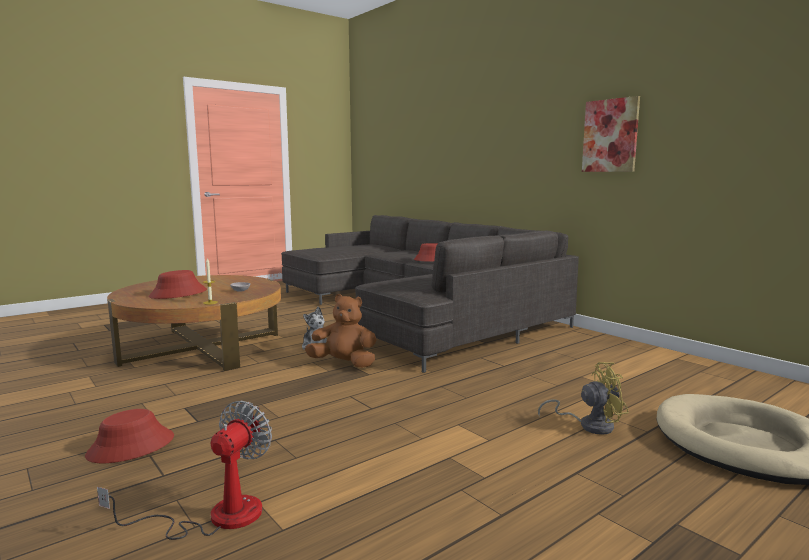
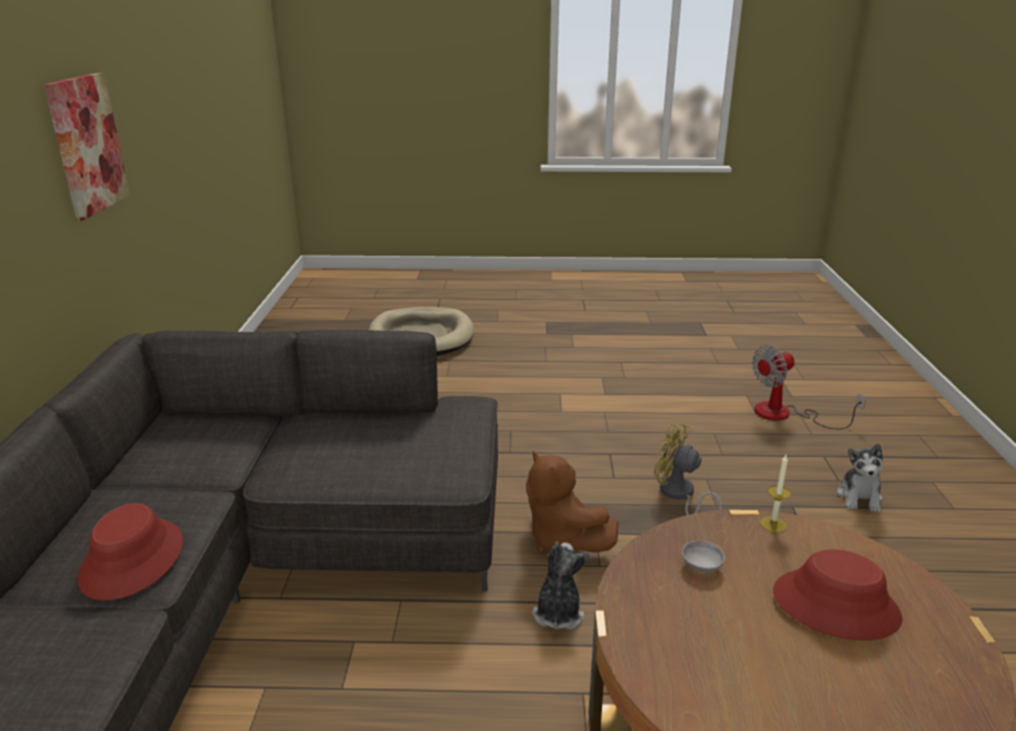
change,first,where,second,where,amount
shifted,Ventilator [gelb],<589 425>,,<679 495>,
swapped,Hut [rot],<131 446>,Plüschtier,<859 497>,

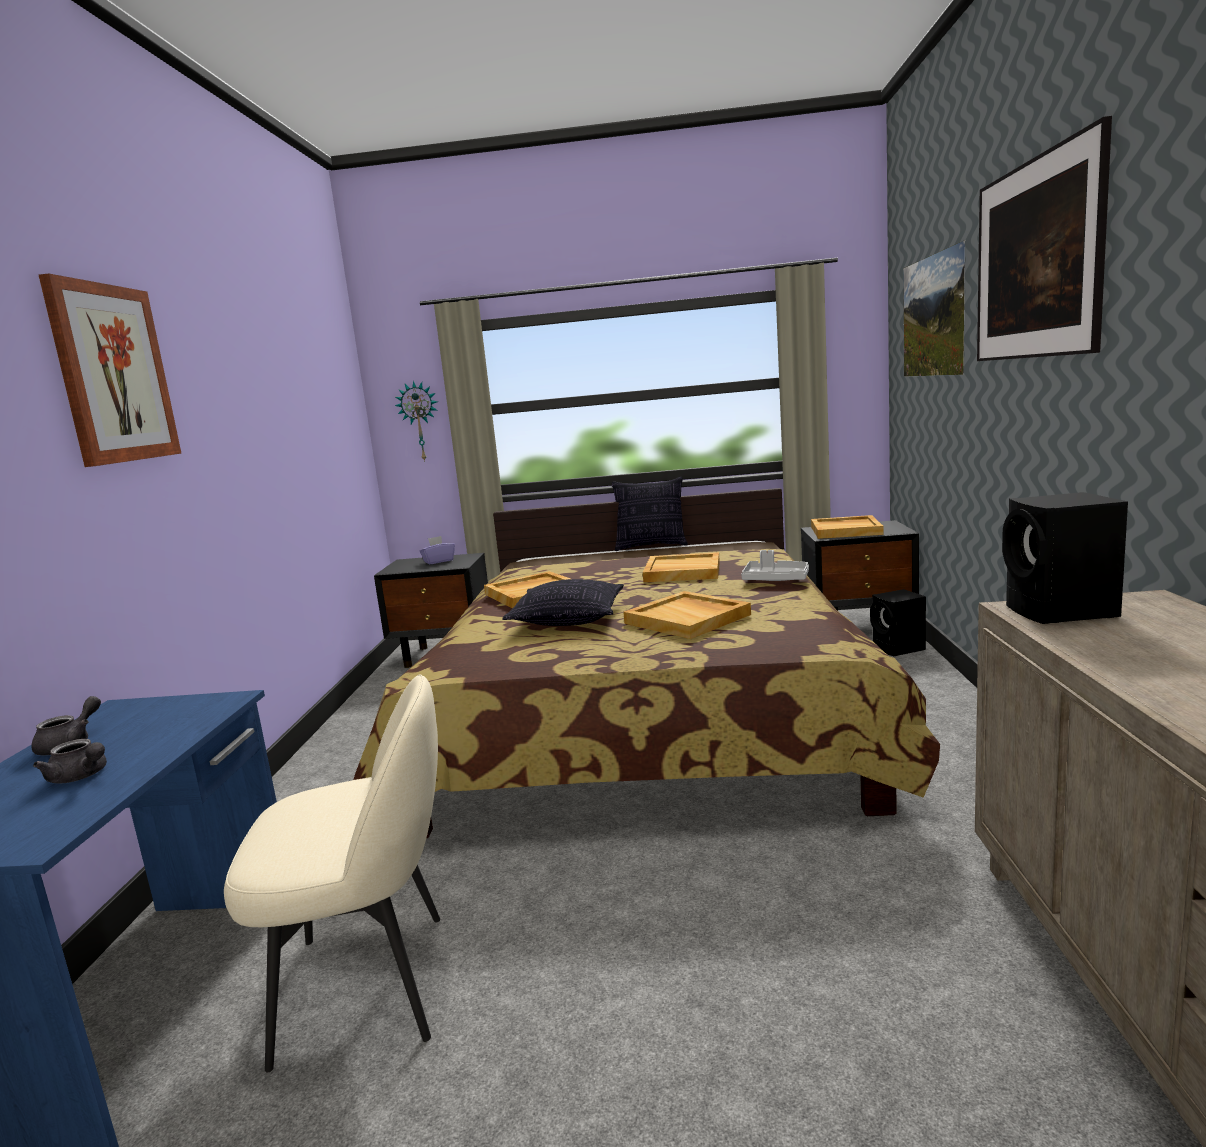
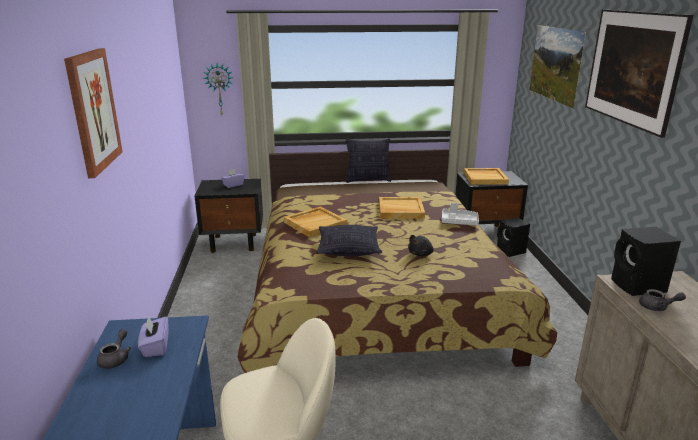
change,first,where,second,where,amount
swapped,Tablett [beige],<688 619>,Plüschtier [schwarz],<421 254>,
shifted,Teekanne [grau],<81 777>,,<657 307>,
new,,,Taschentuchbox [lila],<155 346>,

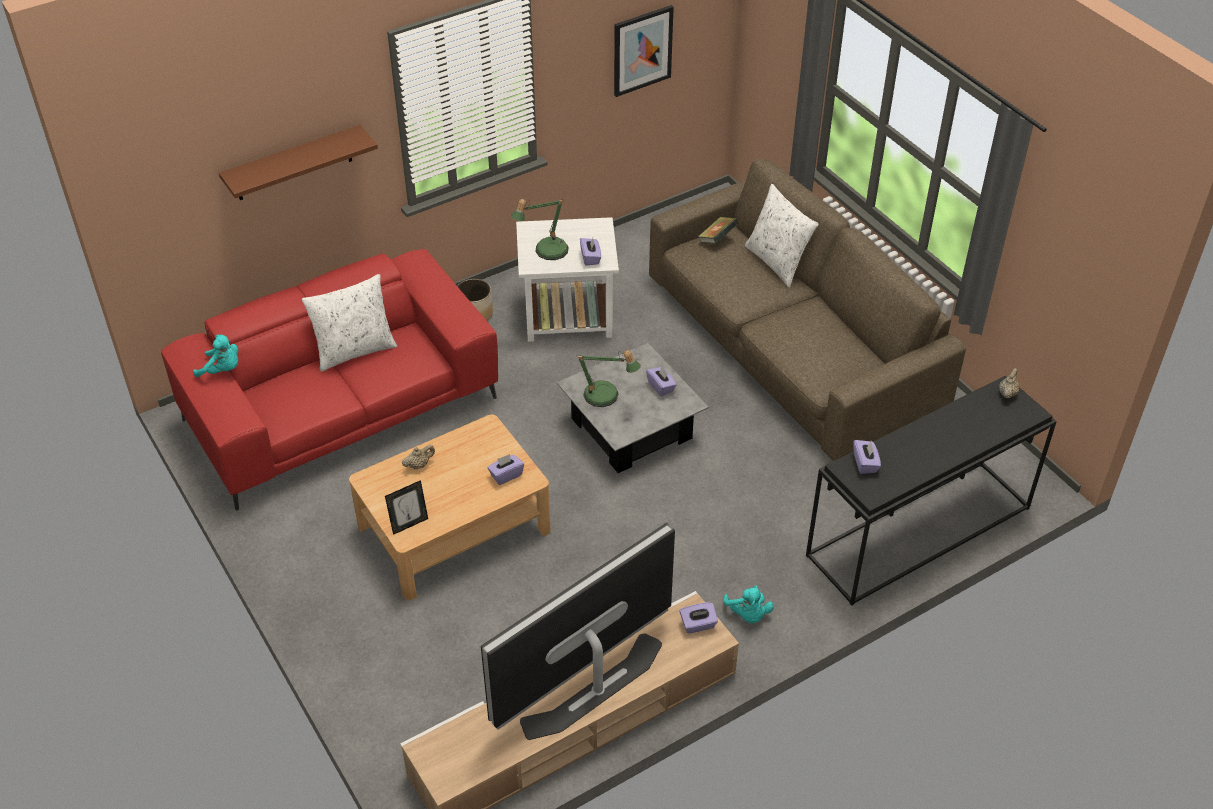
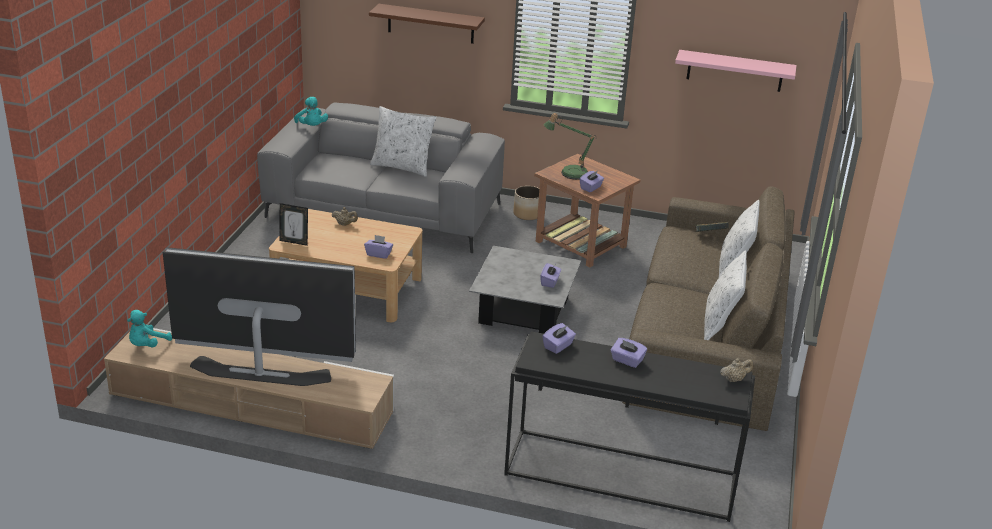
change,first,where,second,where,amount
swapped,Bild,<642 50>,Wandregal [rosa],<735 71>,
repainted,Beistelltisch [weiß],<569 315>,Beistelltisch [braun],<581 244>,
repainted,Sofa [rot],<342 410>,Sofa [grau],<384 211>,
gone,Tischlampe,<606 397>,,,
shifted,Plüschtier [türkis],<748 614>,,<147 345>,
shifted,Taschentuchbox [lila],<698 625>,,<627 361>,
new,,,Kissen [weiß],<720 325>,

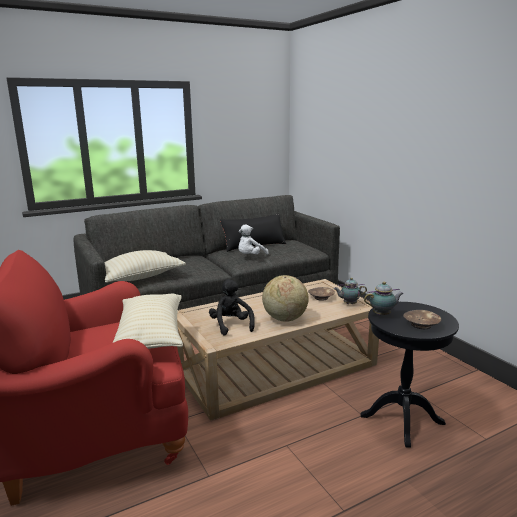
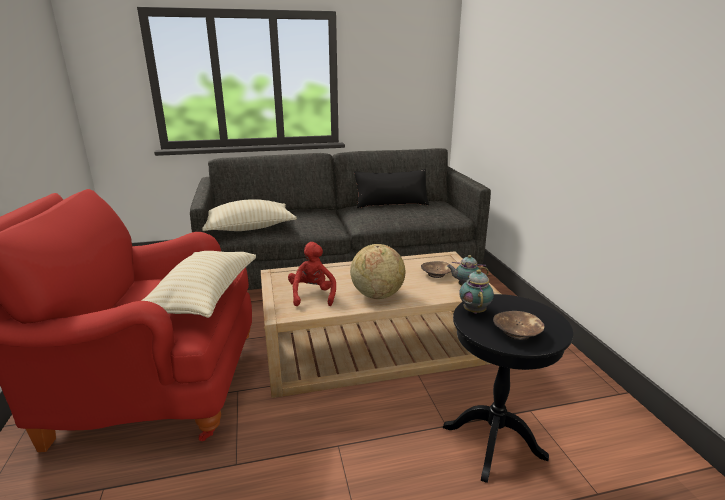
change,first,where,second,where,amount
gone,Plüschtier [weiß],<250 256>,,,
repainted,Plüschtier [schwarz],<231 325>,Plüschtier [rot],<312 295>,
rotated,Teekanne,<383 314>,,<474 310>,90 degrees counterclockwise

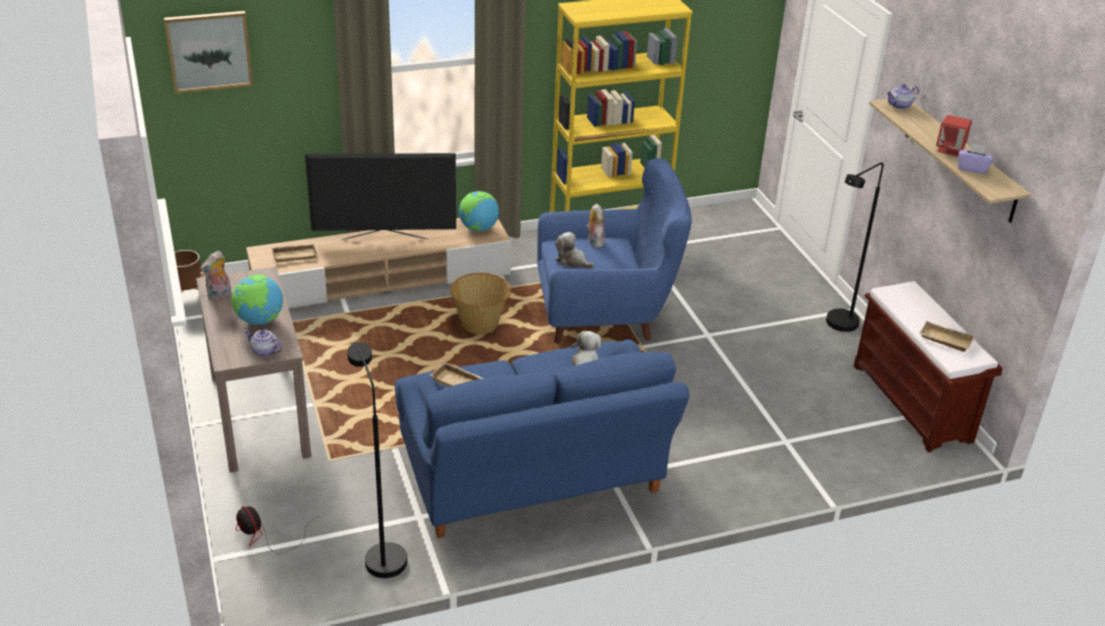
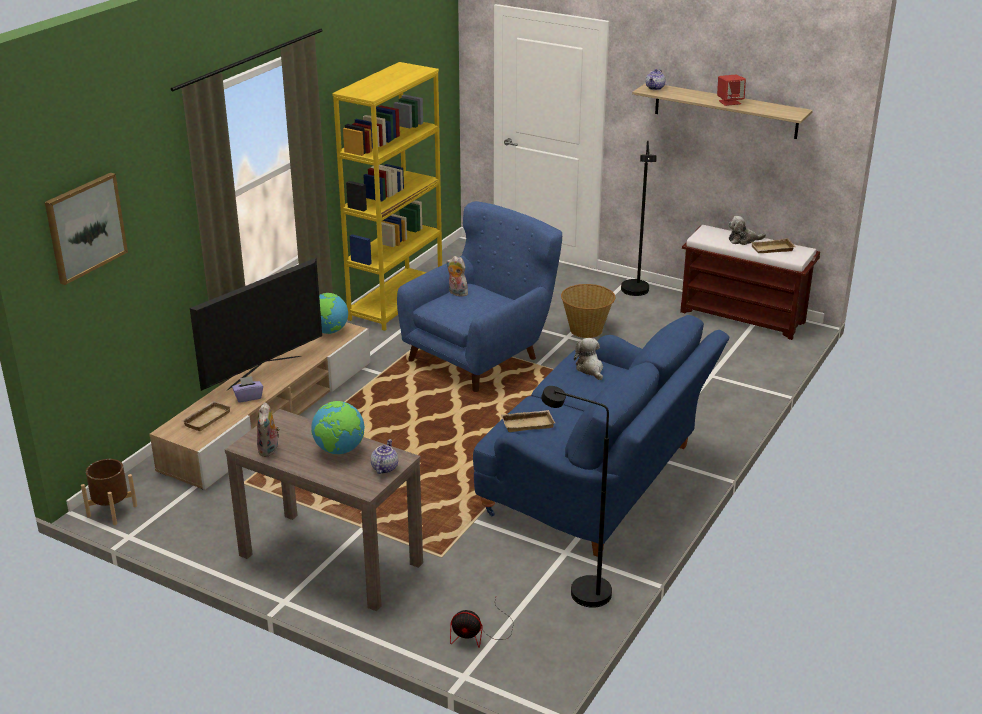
change,first,where,second,where,amount
shifted,Taschentuchbox [lila],<972 168>,,<248 397>,
shifted,Plüschtier,<572 261>,,<743 240>,
shifted,Korb,<480 324>,,<586 330>,
rotated,Teekanne,<264 352>,,<384 468>,120 degrees clockwise

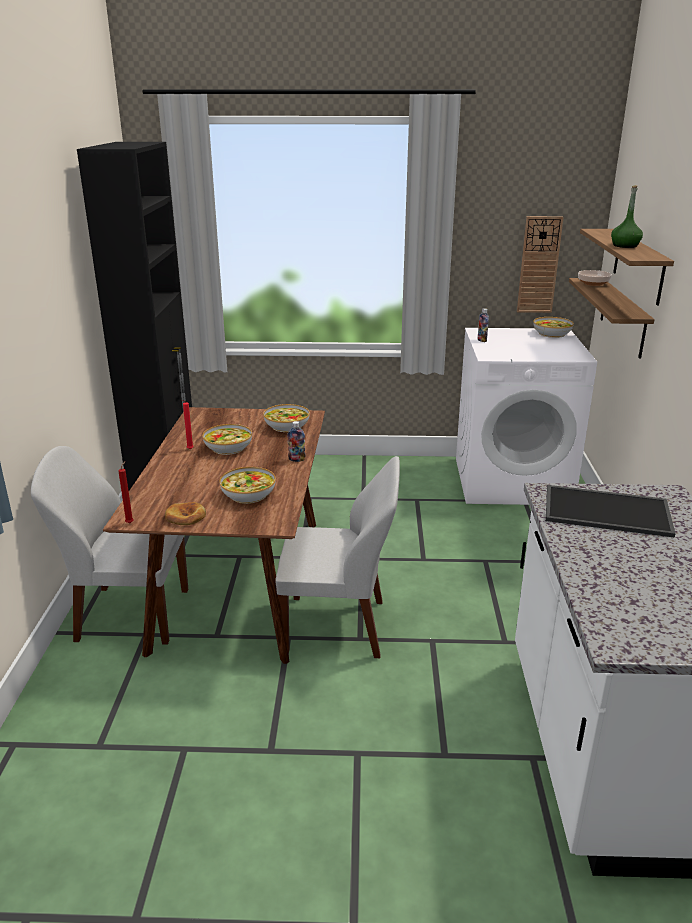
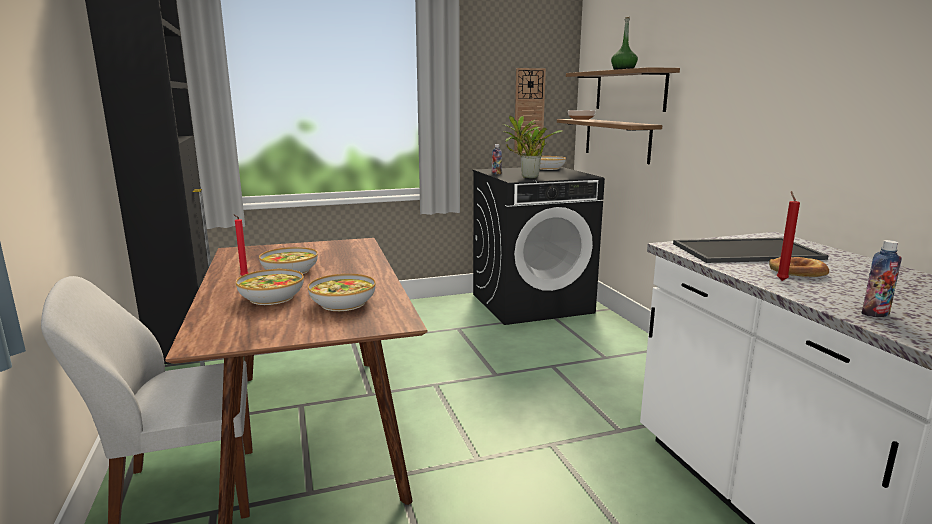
change,first,where,second,where,amount
repainted,Waschmaschine [weiß],<512 480>,Waschmaschine [schwarz],<532 303>,
shifted,Schüssel,<287 426>,,<272 297>,
shifted,Flasche,<296 459>,,<875 314>,
gone,Stuhl [weiß],<338 627>,,,
shifted,Kerze [rot],<130 522>,,<781 280>,
shifted,Brot,<186 517>,,<797 271>,
new,,,Topfpflanze,<527 177>,

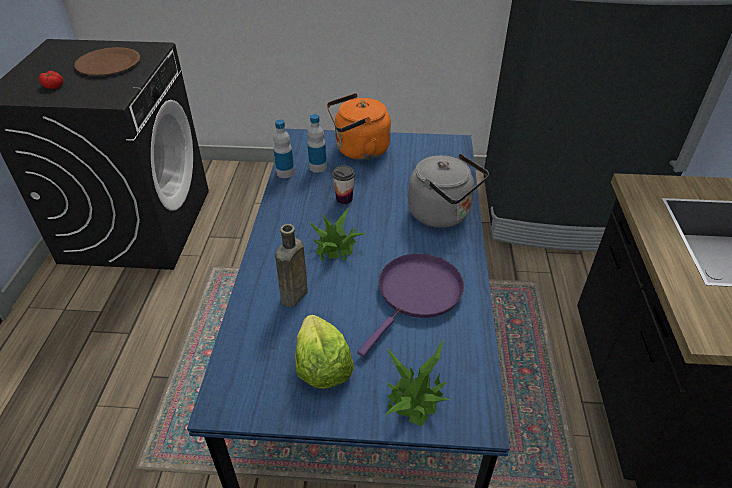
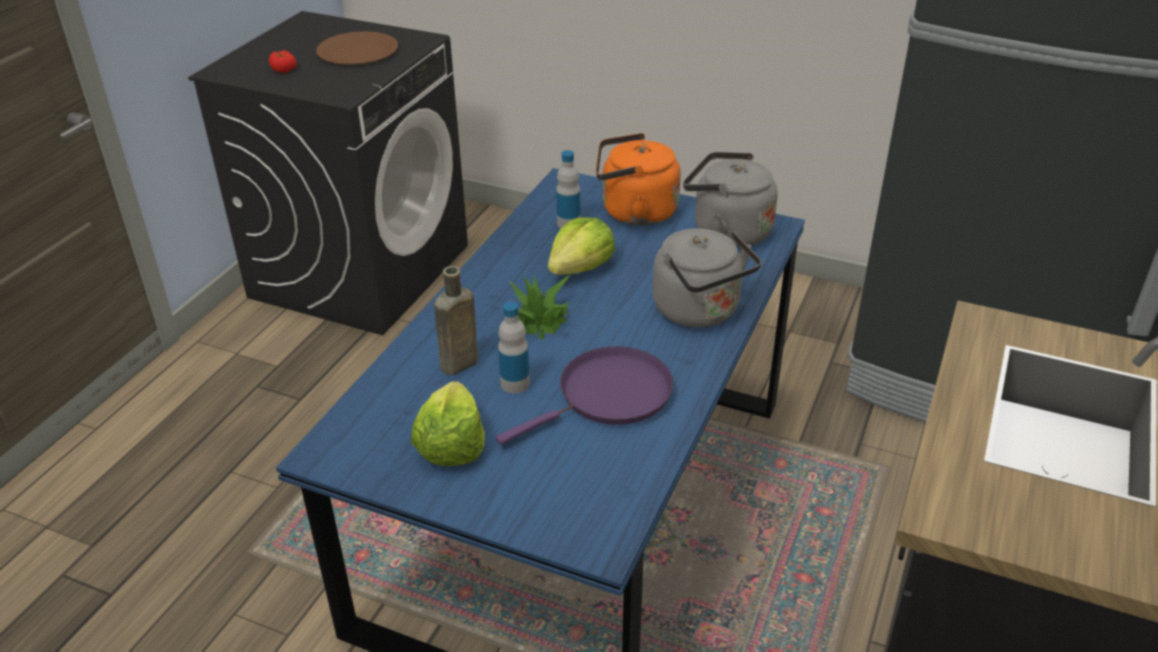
change,first,where,second,where,amount
shifted,Flasche,<285 173>,,<515 383>,
swapped,Tasse,<344 199>,Salatkopf,<581 268>,
gone,Topfpflanze,<416 397>,,,
new,,,Wasserkessel [grau],<726 231>,

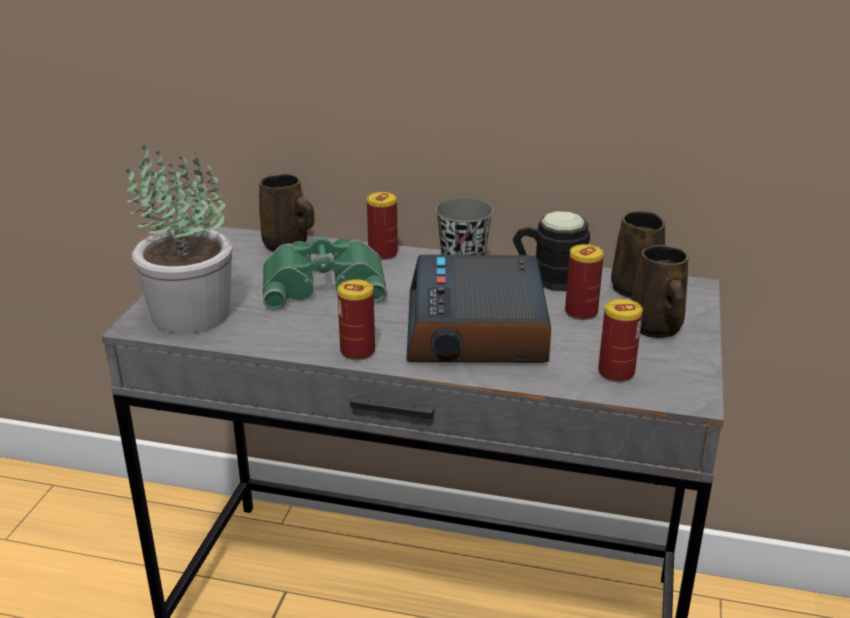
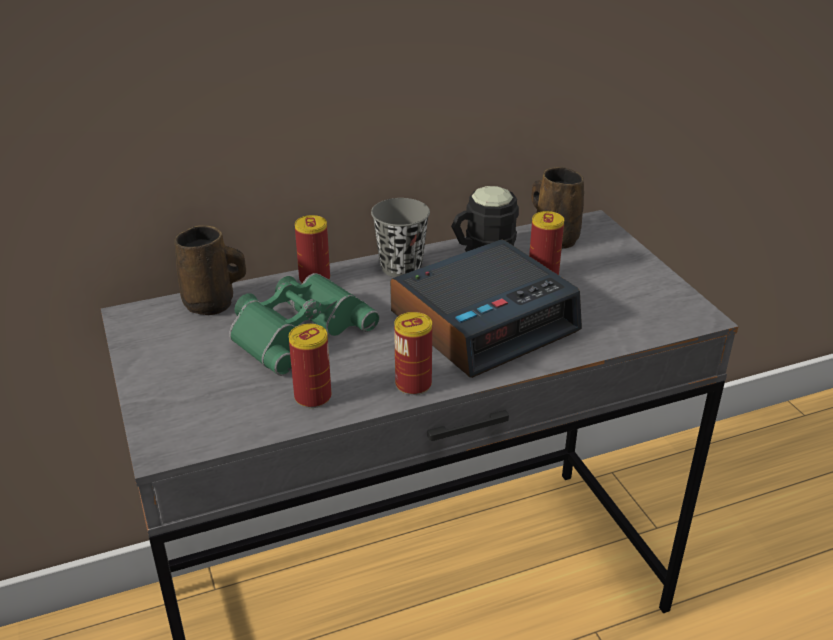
change,first,where,second,where,amount
gone,Topfpflanze,<189 314>,,,
gone,Henkelbecher [braun],<656 329>,,,
rotated,Wecker,<478 329>,,<484 321>,90 degrees counterclockwise
shifted,Dose,<616 373>,,<313 397>,

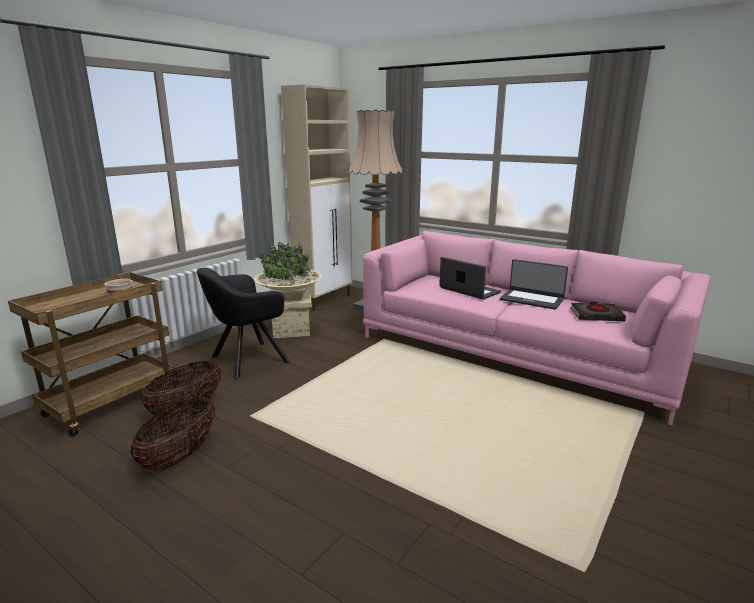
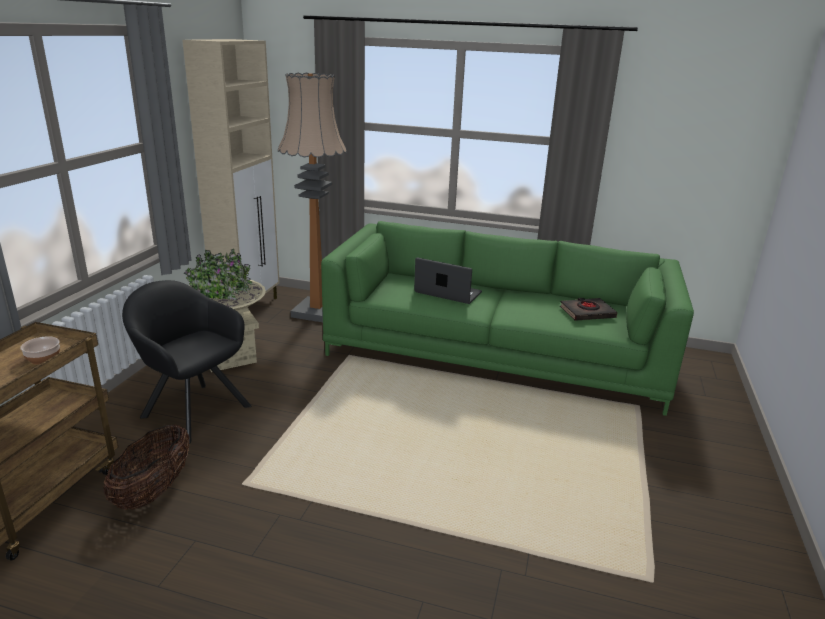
change,first,where,second,where,amount
repainted,Sofa [rosa],<514 352>,Sofa [grün],<495 354>,
gone,Laptop,<531 299>,,,
rotated,Sessel [schwarz],<245 360>,,<193 409>,90 degrees clockwise
gone,Korb,<180 456>,,,

